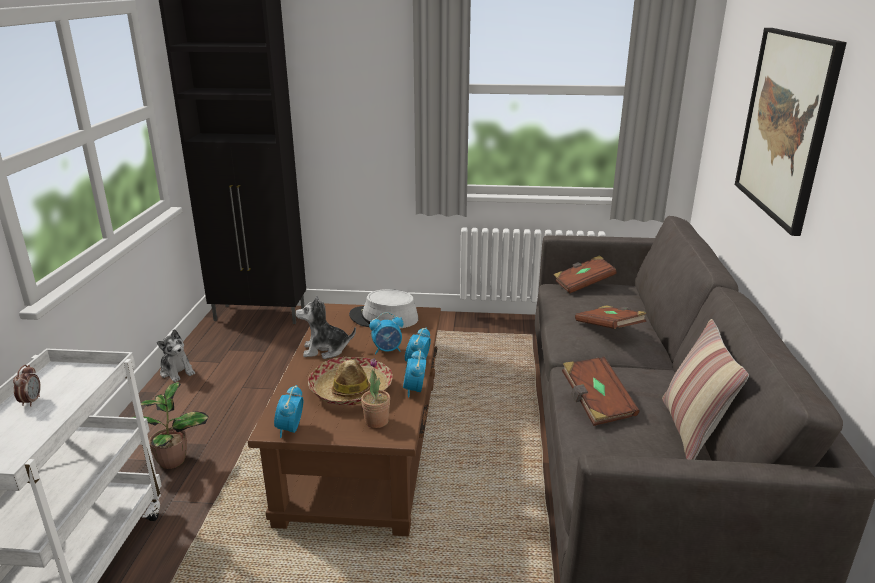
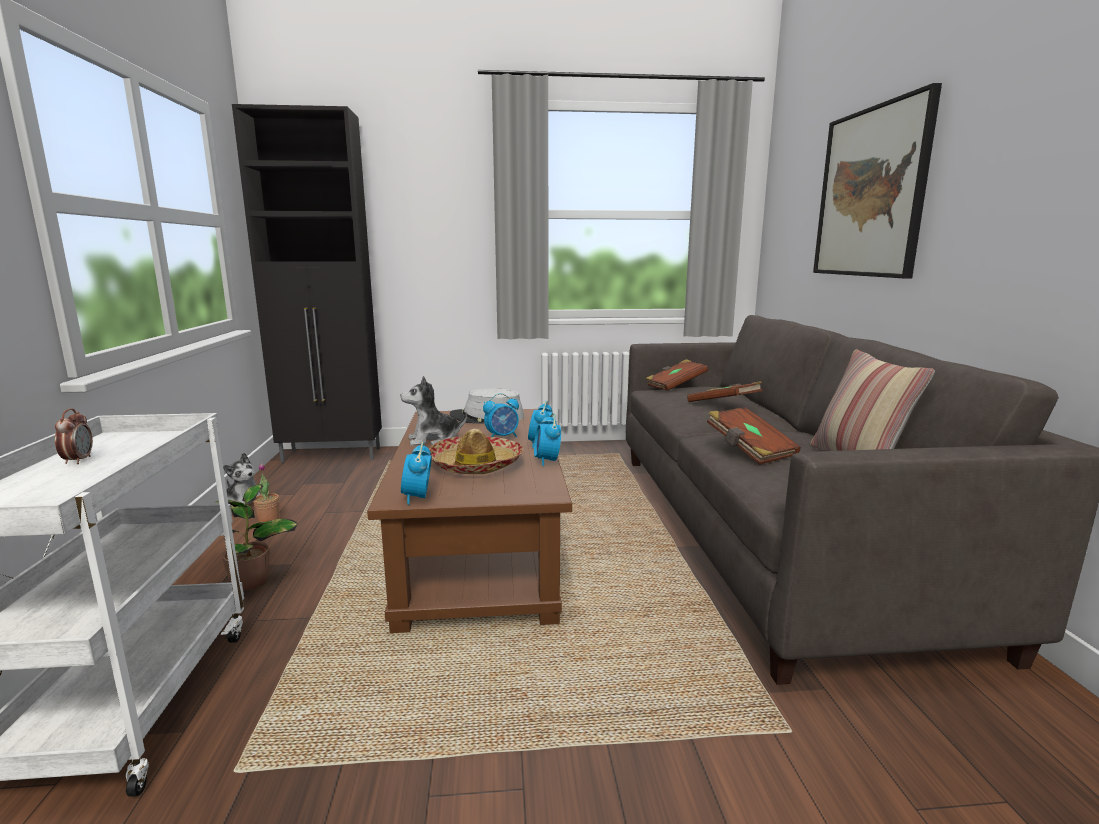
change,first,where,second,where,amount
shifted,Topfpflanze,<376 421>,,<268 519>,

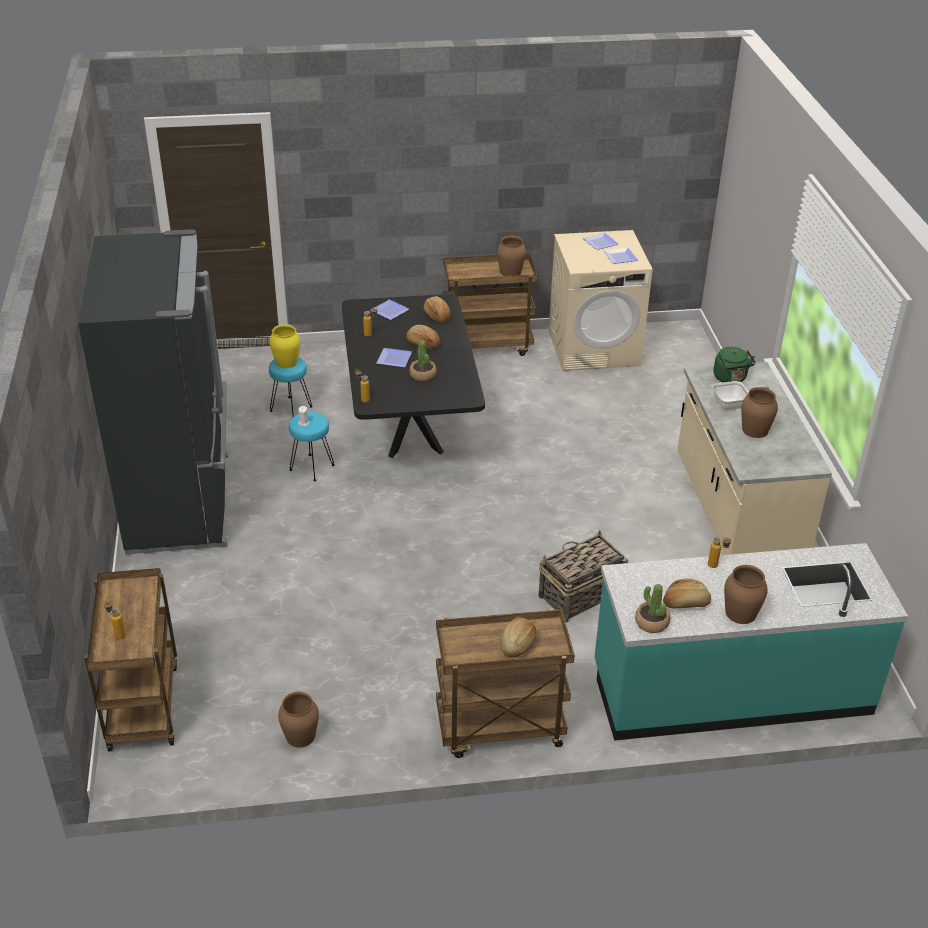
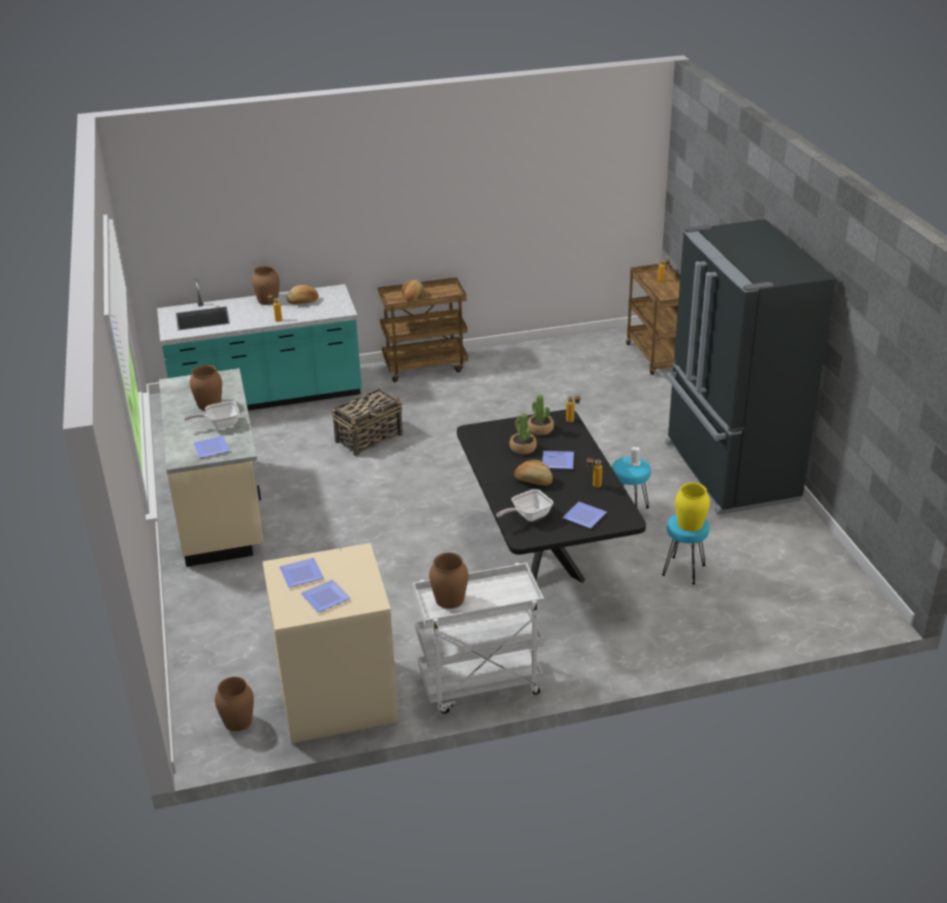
change,first,where,second,where,amount
repainted,Rollwagen [braun],<487 345>,Rollwagen [weiß],<479 685>,
swapped,Brot,<437 316>,Pfanne,<528 516>,
swapped,Wasserkessel [grün],<731 379>,Teller,<212 448>,
shifted,Topfpflanze,<651 622>,,<540 429>,
shifted,Vase [braun],<300 736>,,<238 721>,

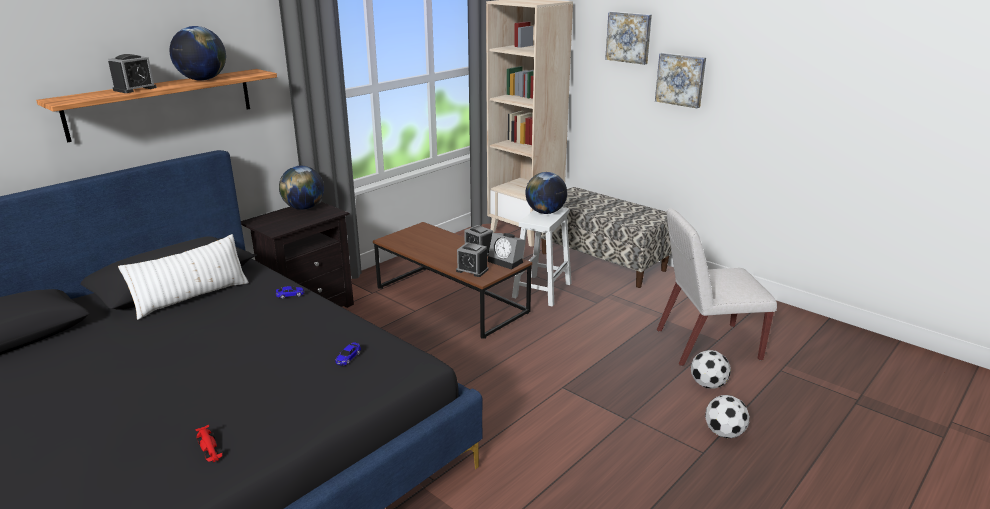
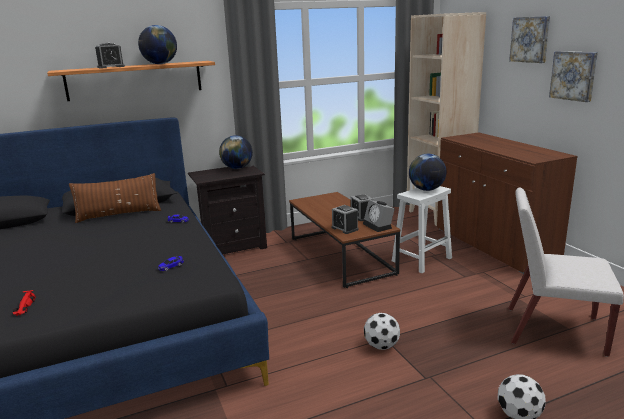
change,first,where,second,where,amount
swapped,Bank,<603 261>,Schrank [braun],<494 245>,
repainted,Kissen [weiß],<192 297>,Kissen [braun],<119 215>,
shifted,Fußball,<708 384>,,<382 346>,

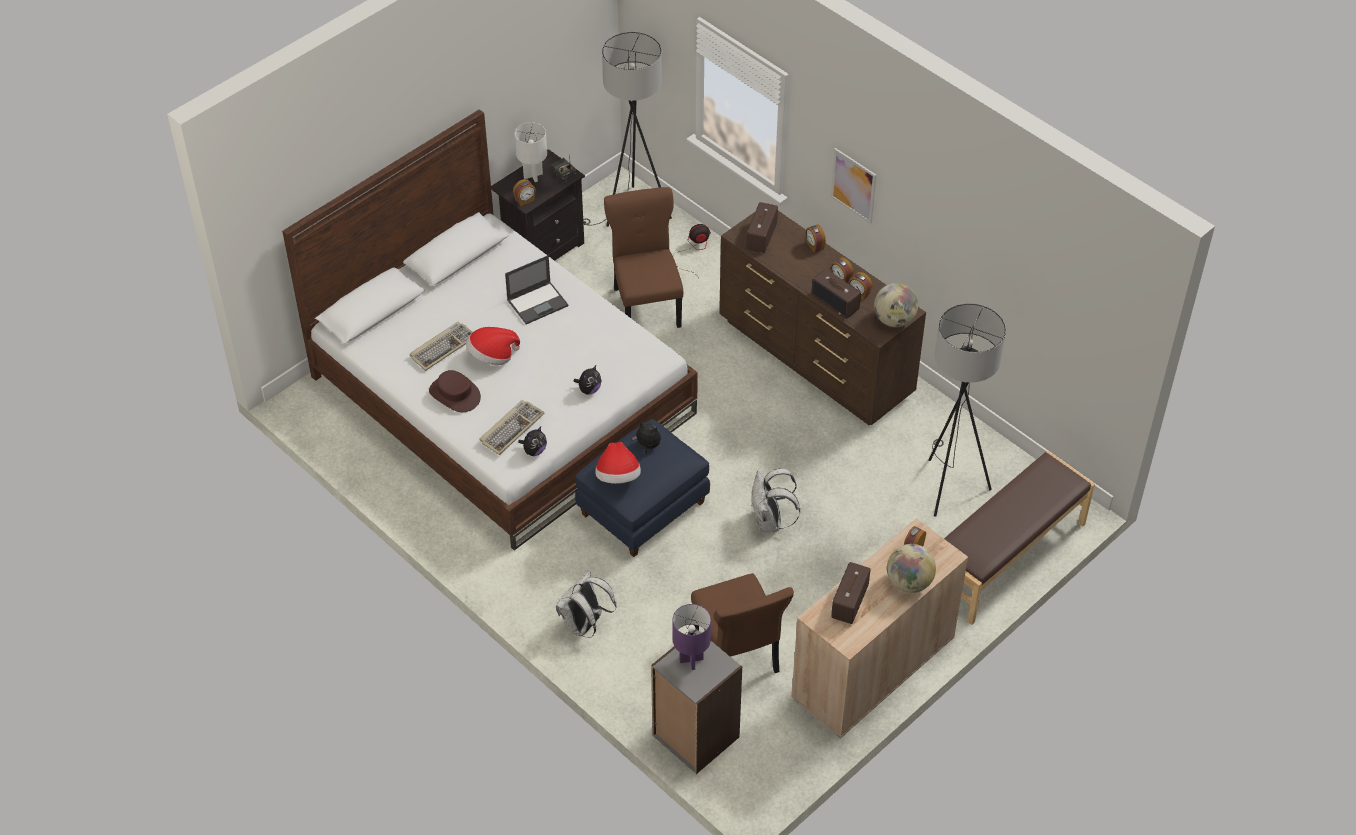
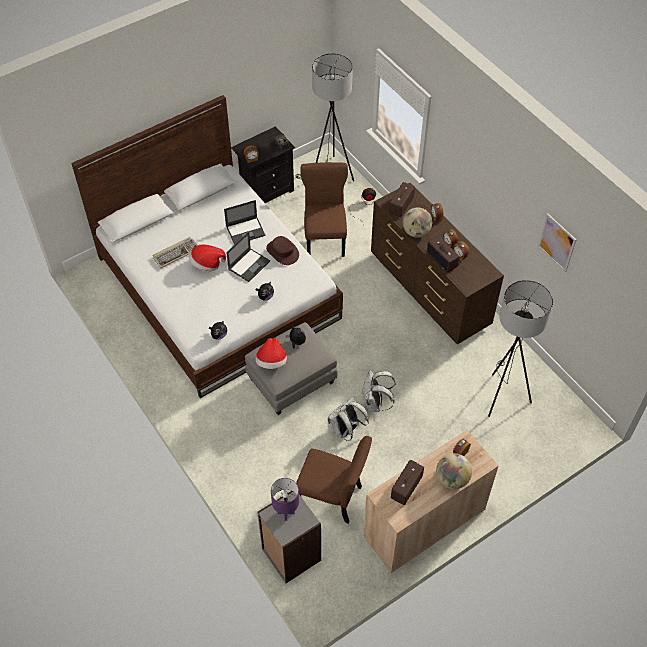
change,first,where,second,where,amount
gone,Tischlampe [weiß],<533 176>,,,
shifted,Bild,<853 185>,,<557 242>,
shifted,Globus,<894 320>,,<416 232>,
shifted,Hut [braun],<455 394>,,<283 252>,
gone,Tastatur,<511 428>,,,
repainted,Polsterhocker [blau],<642 507>,Polsterhocker [grau],<291 380>,
gone,Bank [braun],<1007 557>,,,
shifted,Rucksack [weiß],<584 625>,,<346 430>,
rotated,Stuhl [braun],<737 654>,,<332 498>,60 degrees counterclockwise
new,,,Laptop,<249 265>,

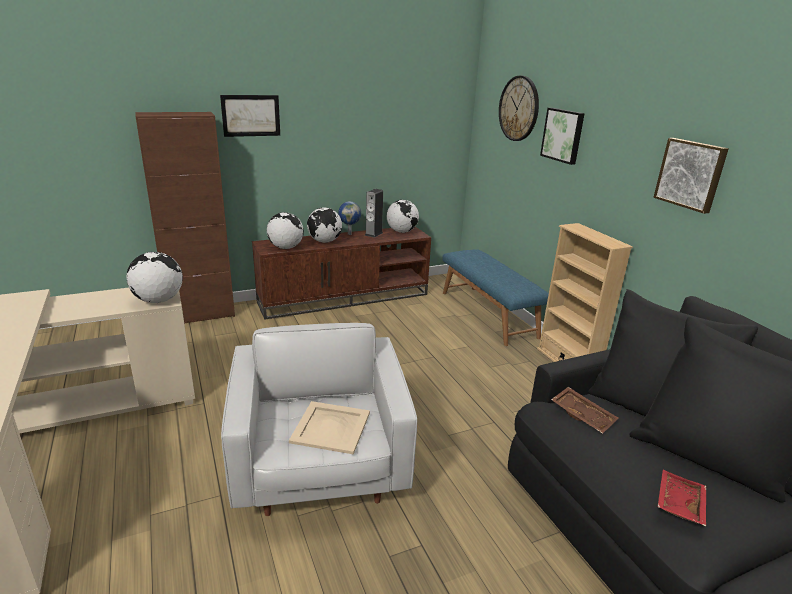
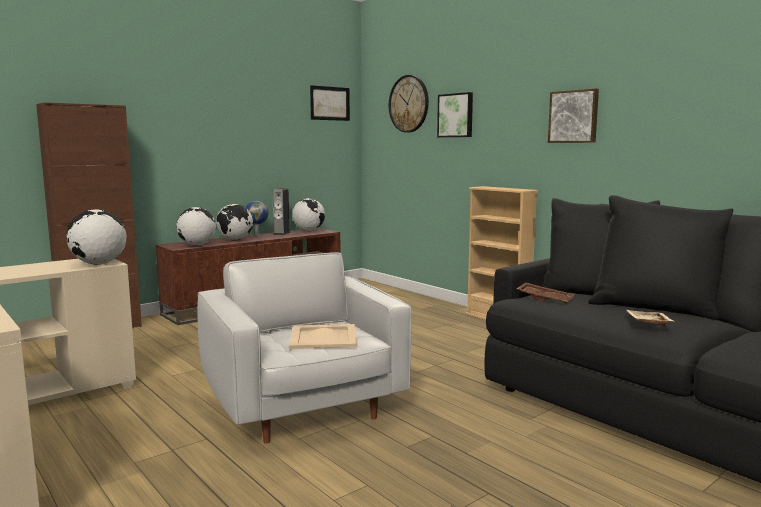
change,first,where,second,where,amount
shifted,Bild,<251 115>,,<330 103>,
gone,Bank [blau],<488 314>,,,
repainted,Tablett [rot],<678 503>,Tablett [beige],<647 324>,

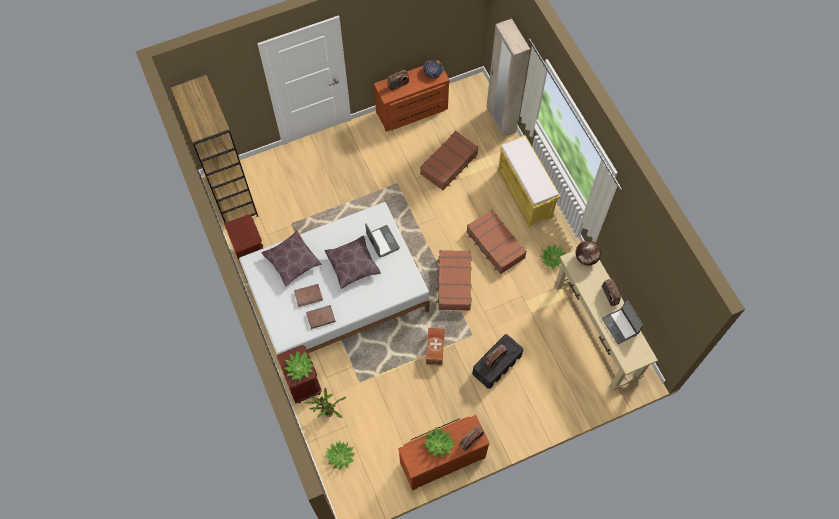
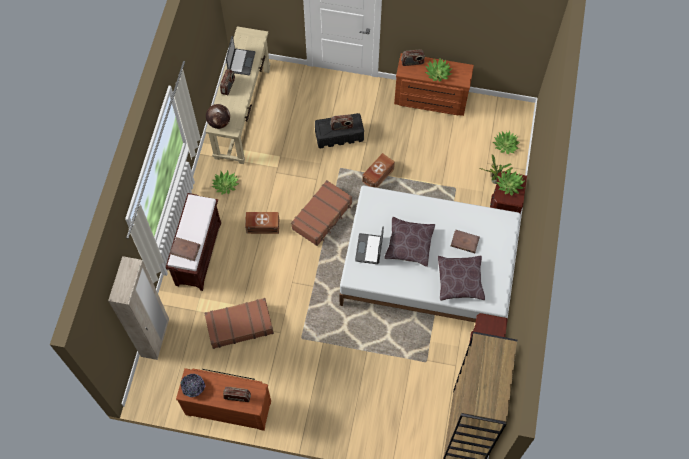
change,first,where,second,where,amount
repainted,Bank [gelb],<525 194>,Bank [braun],<198 253>,
swapped,Koffer [braun],<495 245>,Aufbewahrungsbox [braun],<262 225>,
shifted,Buch [braun],<320 317>,,<185 249>,

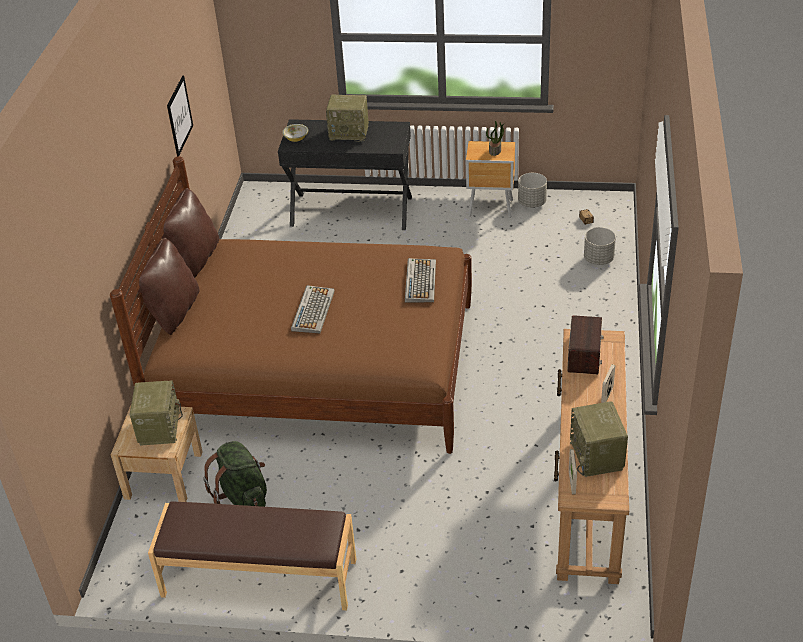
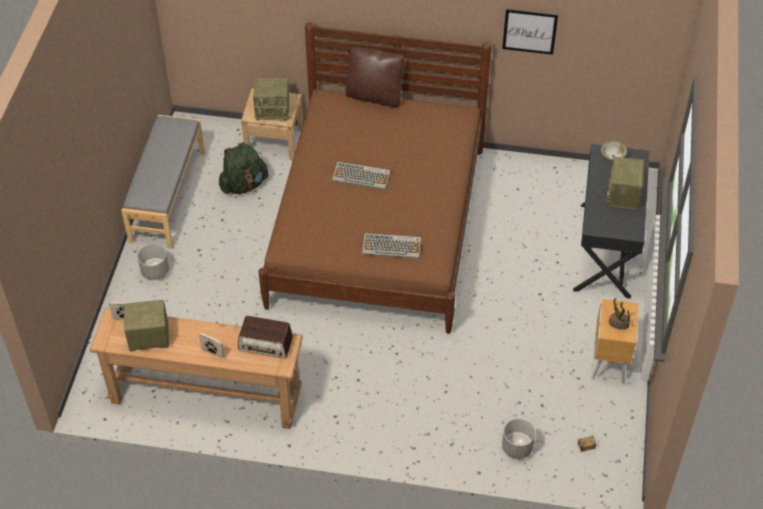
change,first,where,second,where,amount
shifted,Pflanzkübel [grau],<531 203>,,<155 271>,
gone,Kissen [braun],<195 259>,,,
repainted,Bank [braun],<259 578>,Bank [grau],<167 196>,

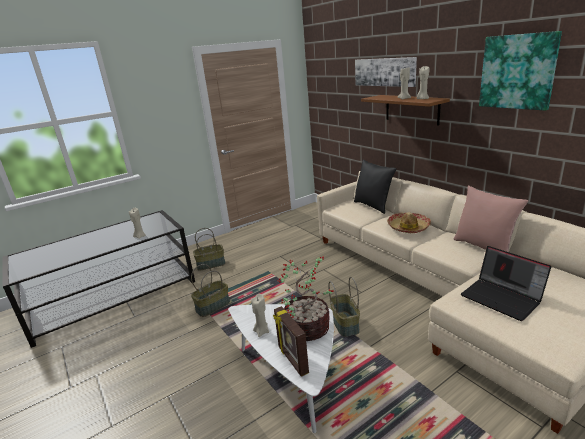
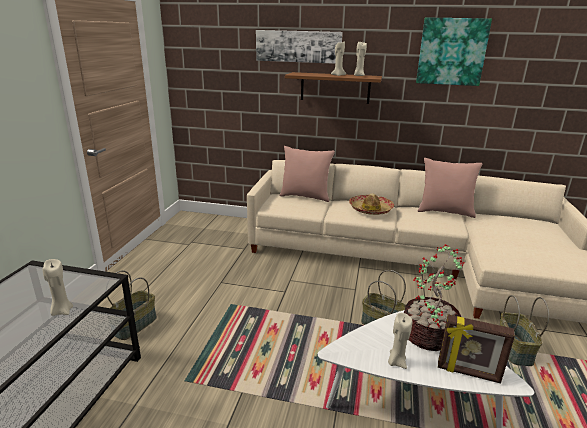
change,first,where,second,where,amount
repainted,Kissen [schwarz],<373 205>,Kissen [rosa],<305 196>,
gone,Laptop,<502 298>,,,
shifted,Korb,<213 306>,,<513 349>,

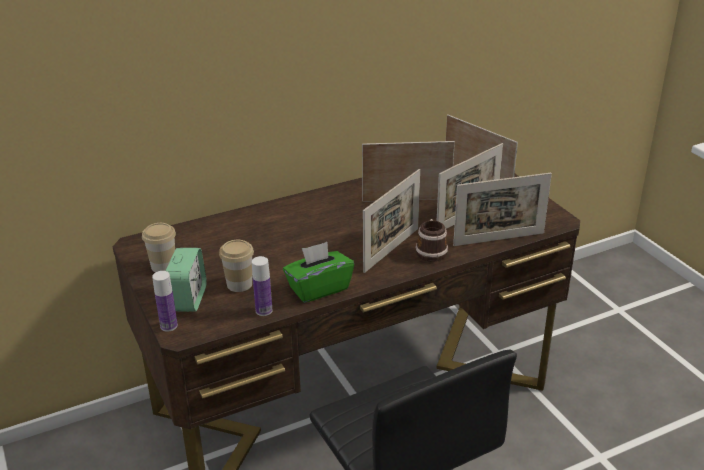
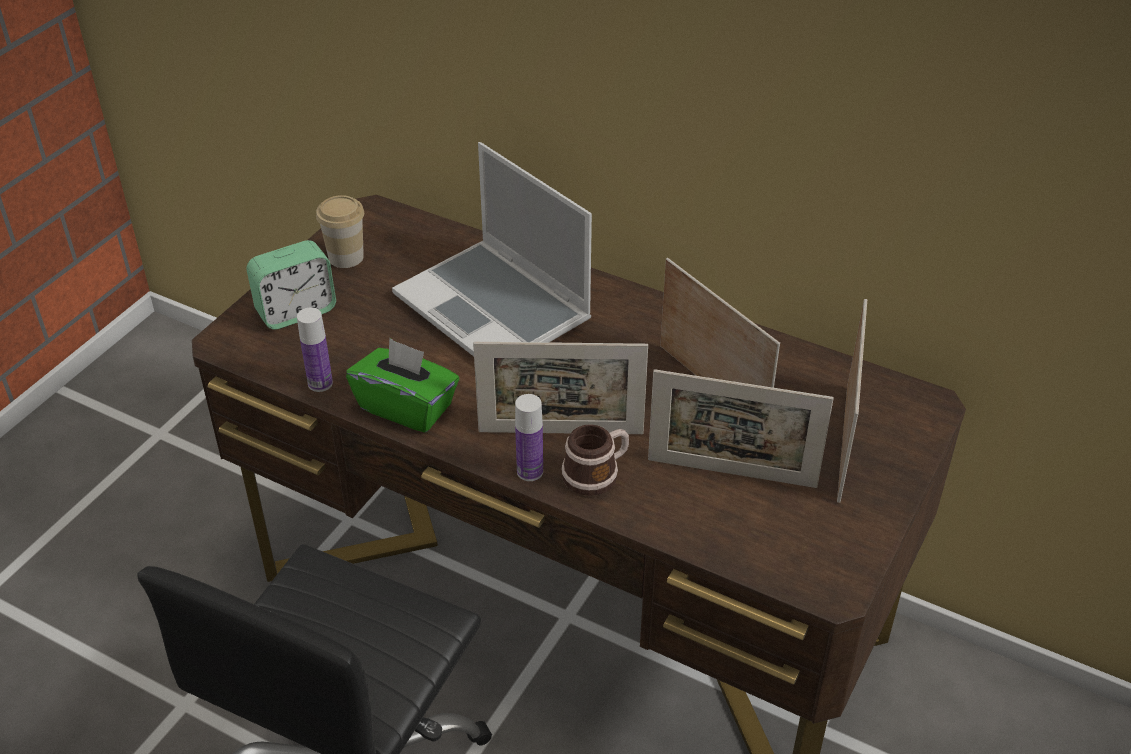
change,first,where,second,where,amount
gone,Bilderrahmen,<499 239>,,,
gone,Tasse,<239 284>,,,
shifted,Flasche,<169 326>,,<530 471>,
new,,,Laptop,<495 309>,

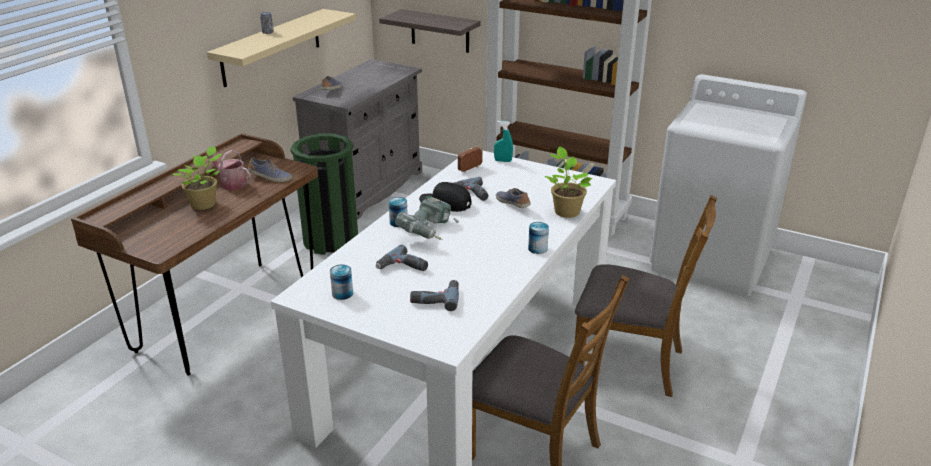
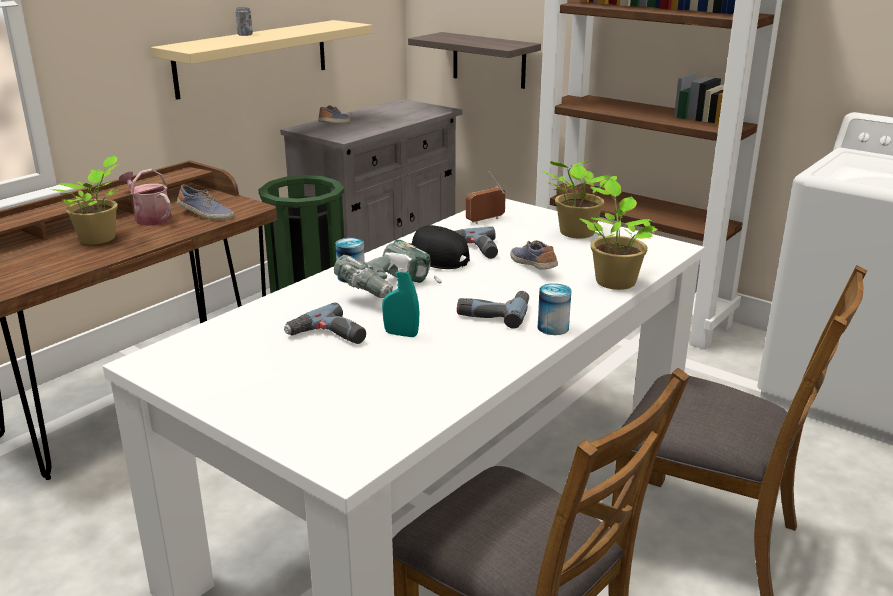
change,first,where,second,where,amount
shifted,Sprühflasche [türkis],<503 161>,,<401 334>,
gone,Dose,<342 293>,,,
shifted,Bohrmaschine,<435 298>,,<494 312>,
new,,,Topfpflanze,<575 233>,

